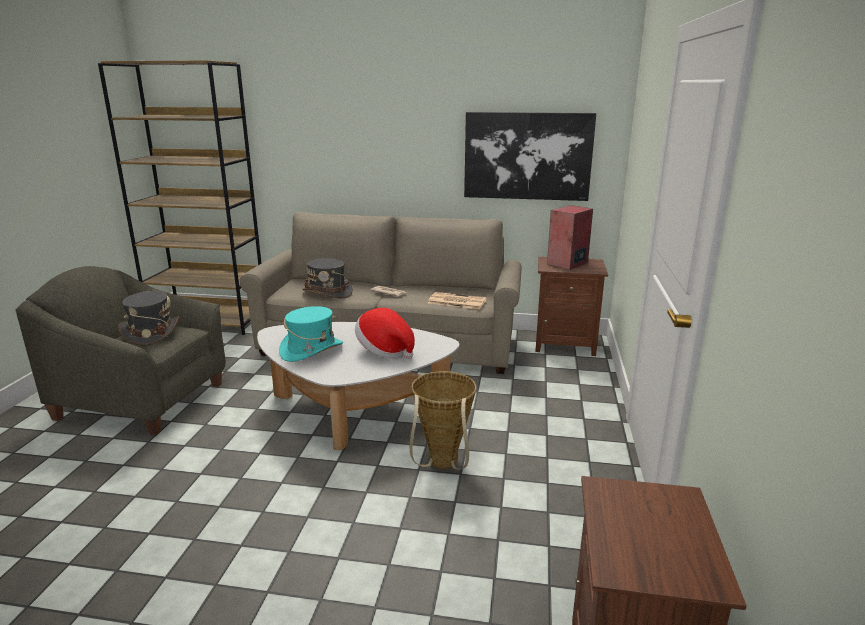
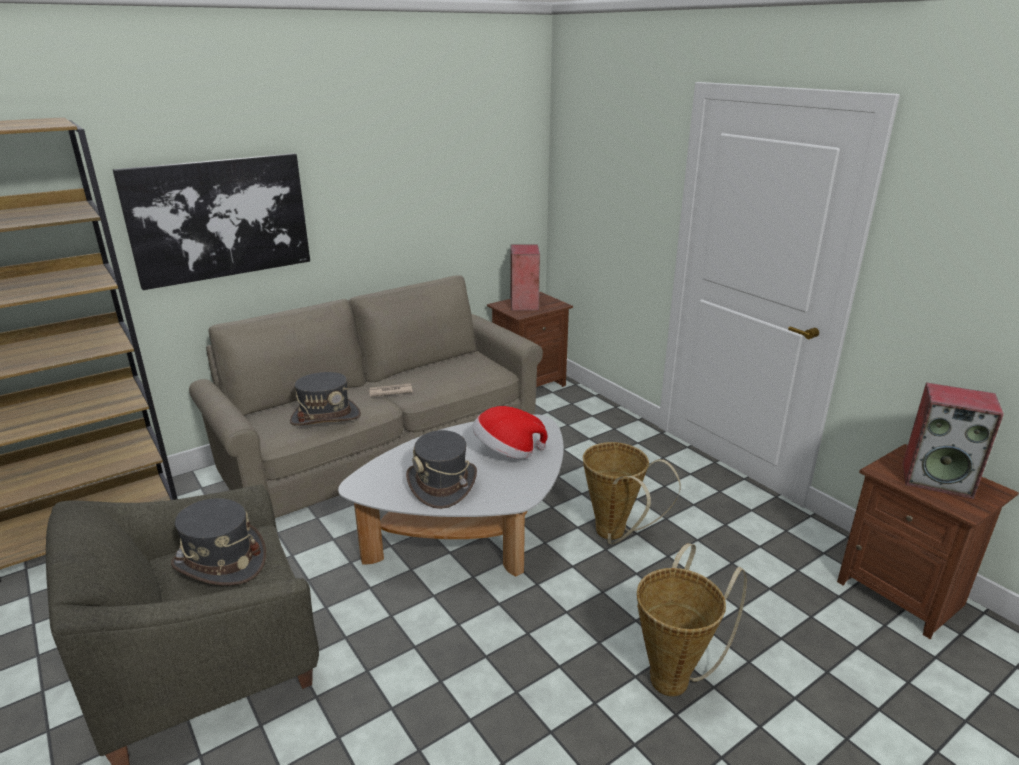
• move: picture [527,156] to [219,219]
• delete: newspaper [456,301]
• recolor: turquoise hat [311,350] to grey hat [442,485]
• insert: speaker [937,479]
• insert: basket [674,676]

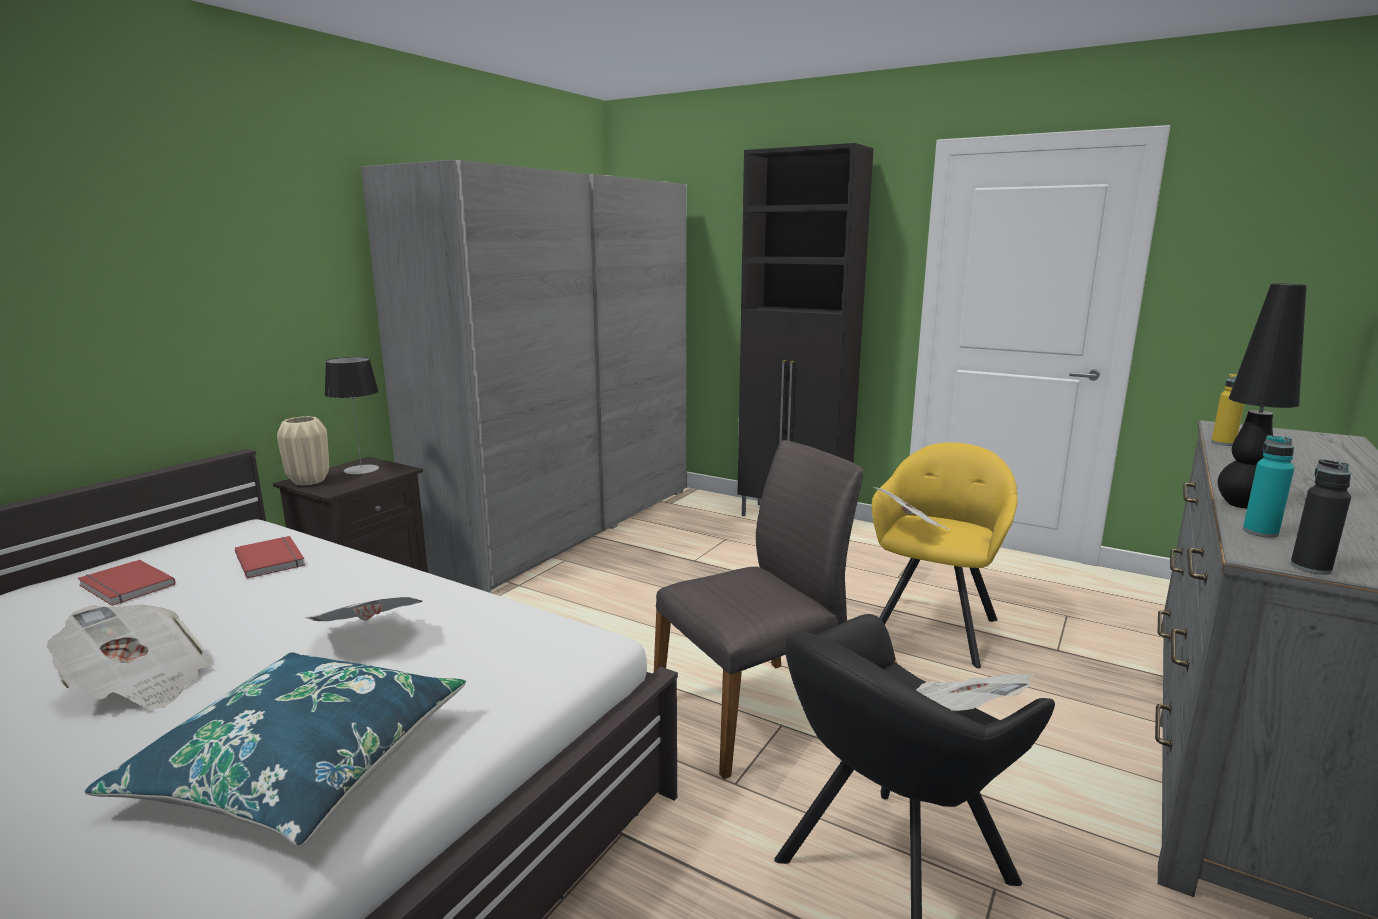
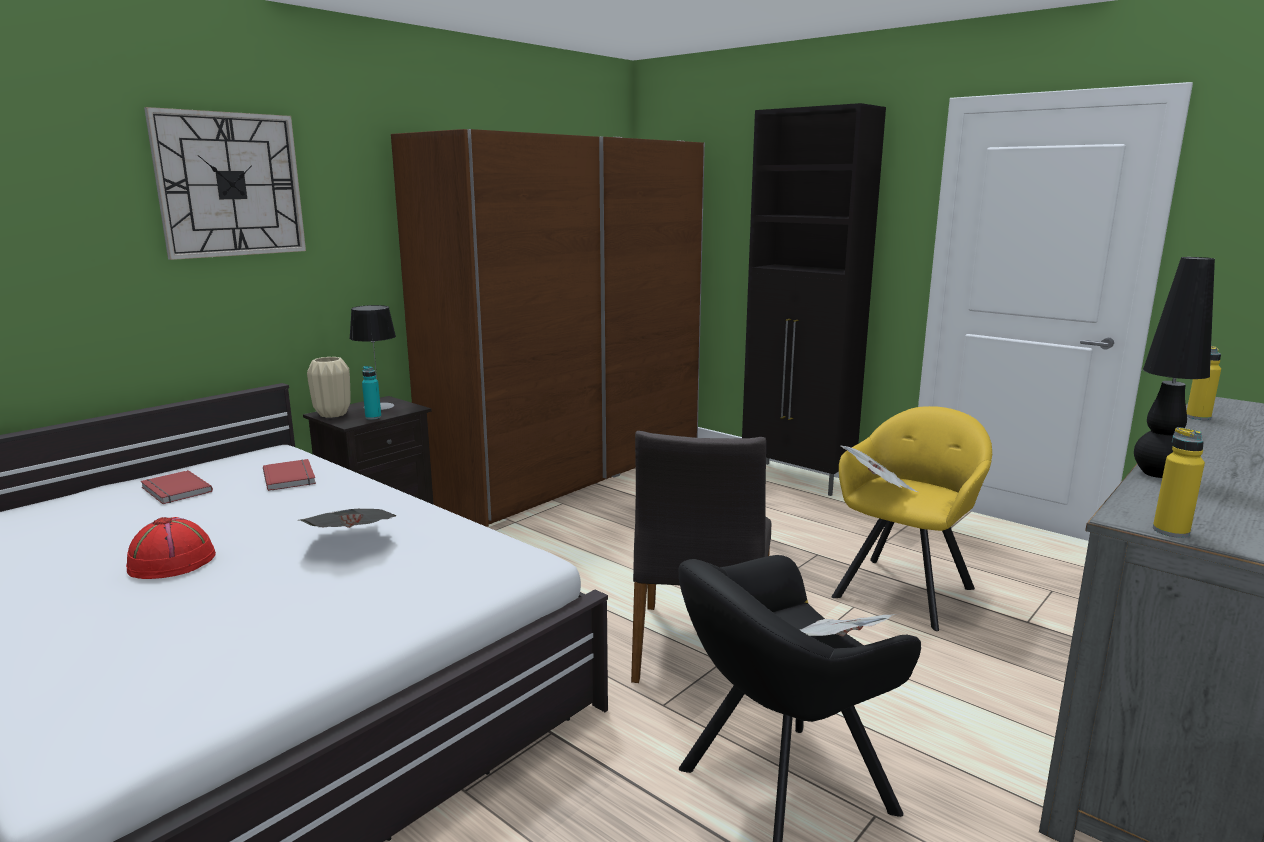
• recolor: grey wardrobe [564,524] to brown wardrobe [570,471]
• move: turquoise bottle [1260,532] to [373,417]
• rotate: grey chair [754,711] = [700,648] 120 degrees clockwise
• recolor: black bottle [1310,568] to yellow bottle [1170,531]
• replace: newspaper [139,684] to red hat [173,562]
• delete: blue pillow [300,764]
• insert: wall clock [230,185]

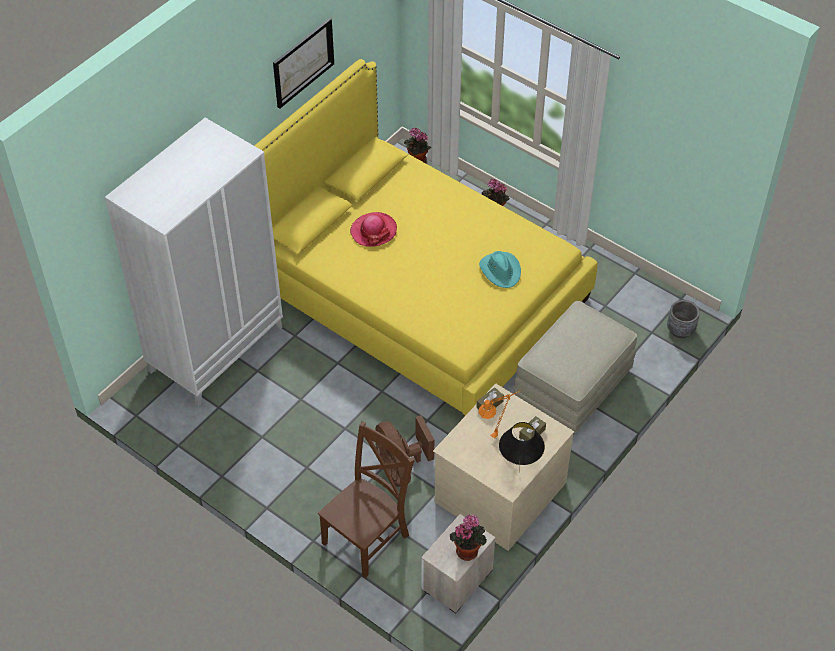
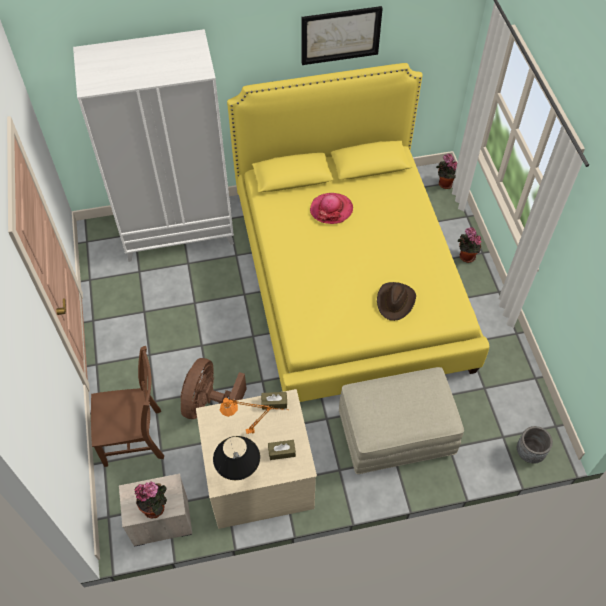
• recolor: turquoise hat [500,270] to brown hat [395,301]

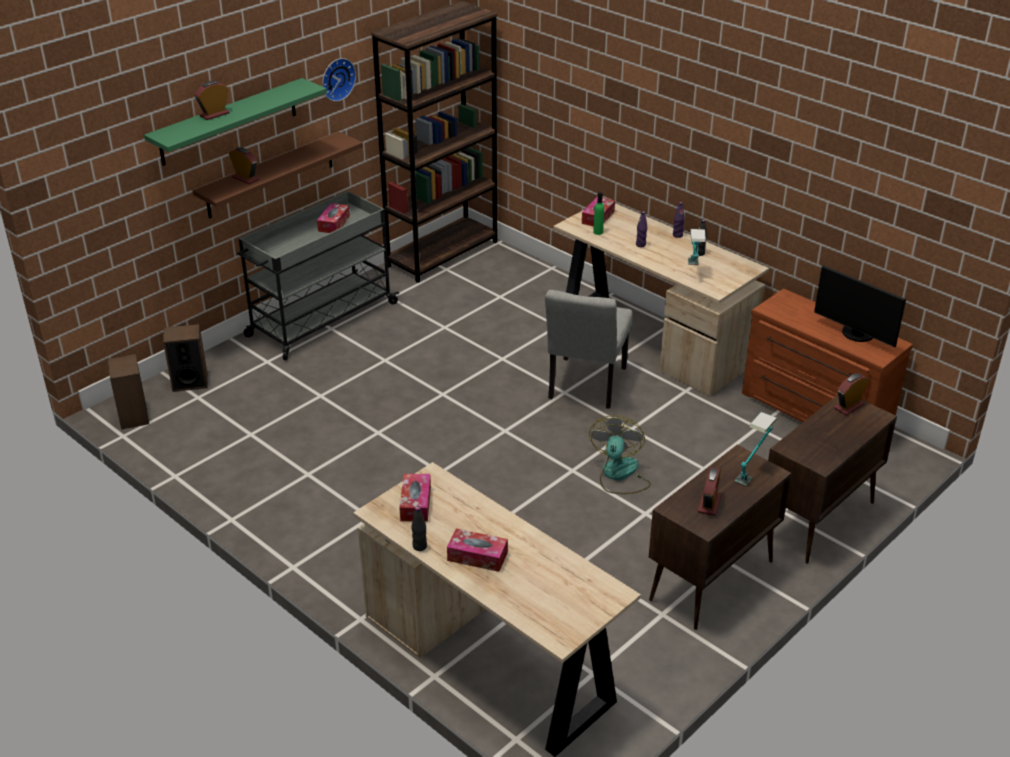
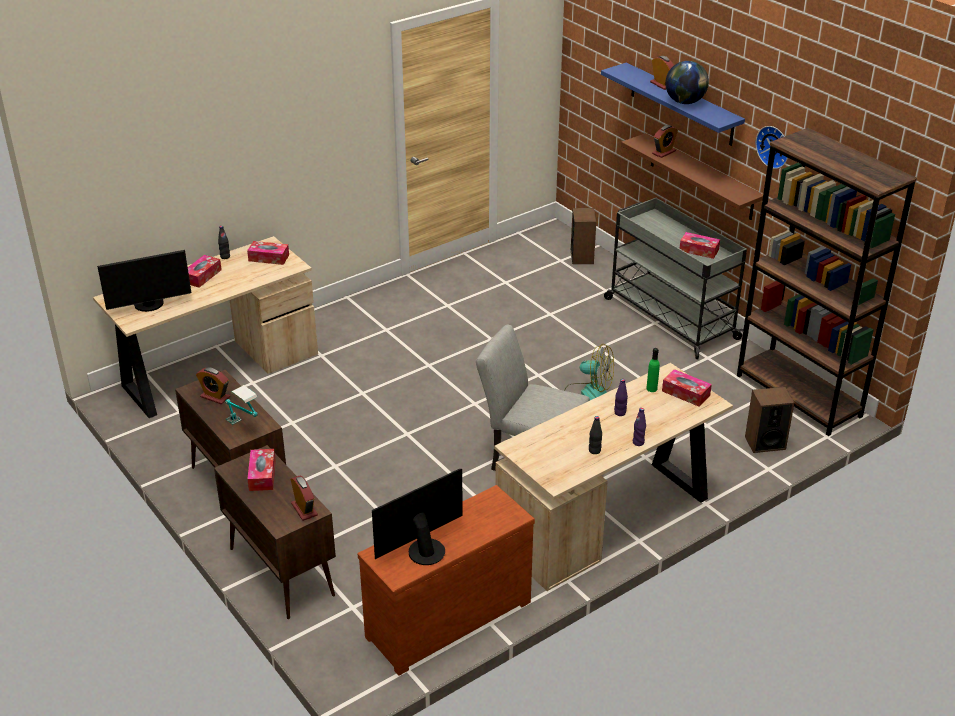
• recolor: green shelf [228,122] to blue shelf [681,104]
• delete: table lamp [693,270]
• move: speaker [133,416] to [765,443]
• move: fan [619,475] to [588,394]
• insert: globe [685,102]
• insert: monitor [149,305]
• insert: tissue box [262,475]

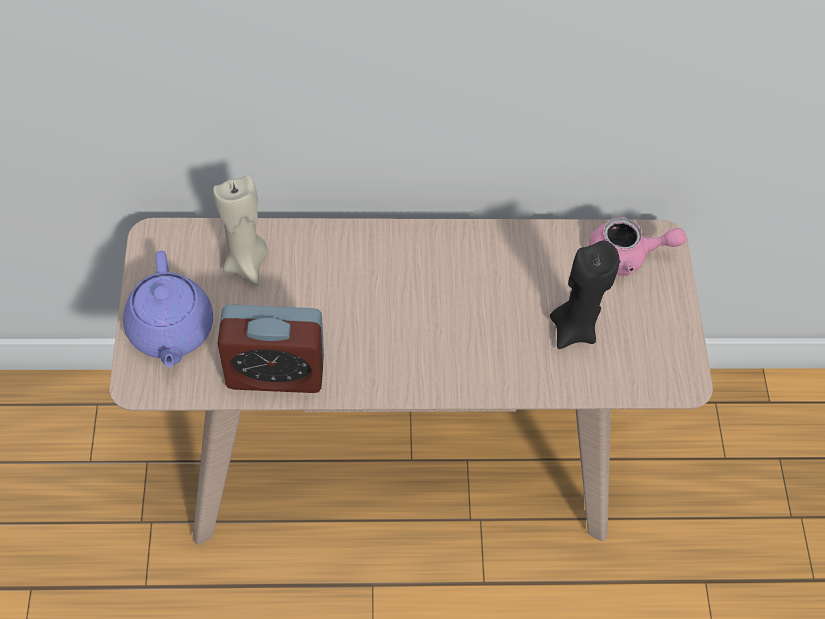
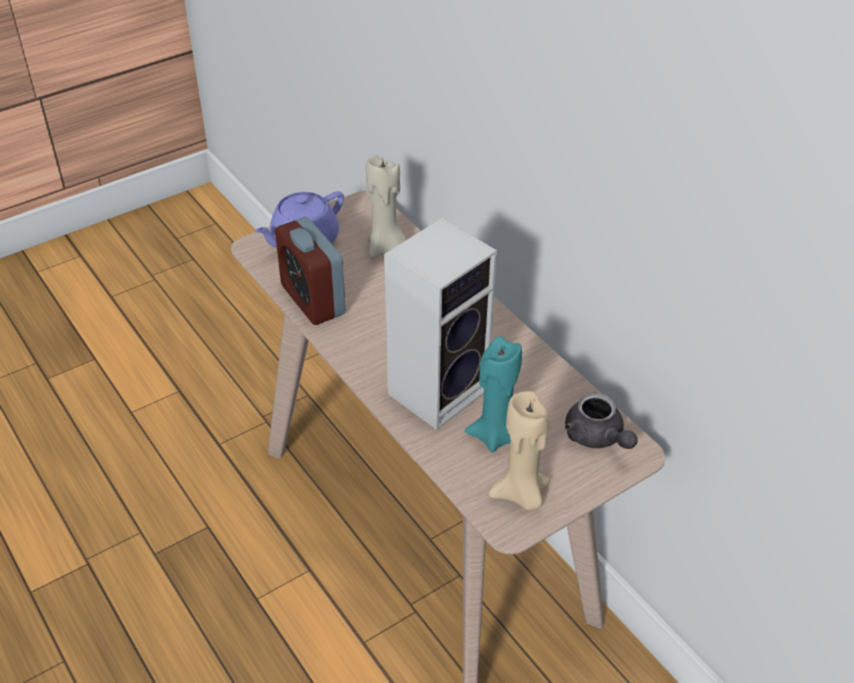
• recolor: pink teapot [626,256] to grey teapot [597,438]
• recolor: black candle [574,328] to turquoise candle [495,435]
• insert: speaker [439,389]
• insert: beige candle [521,495]

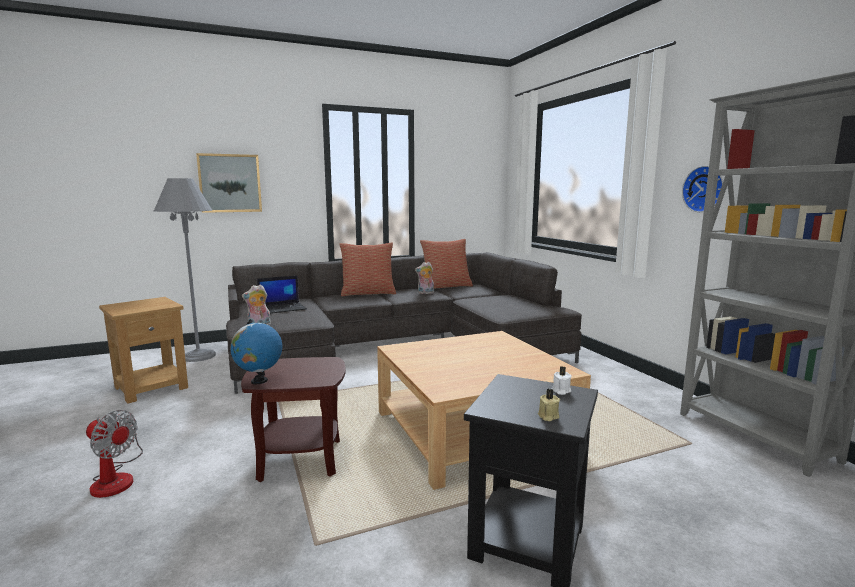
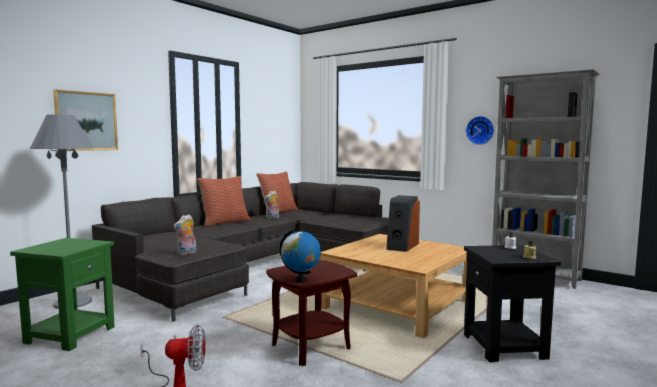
• delete: laptop [283,308]
• recolor: brown side table [152,387] to green side table [71,334]
• insert: speaker [402,246]

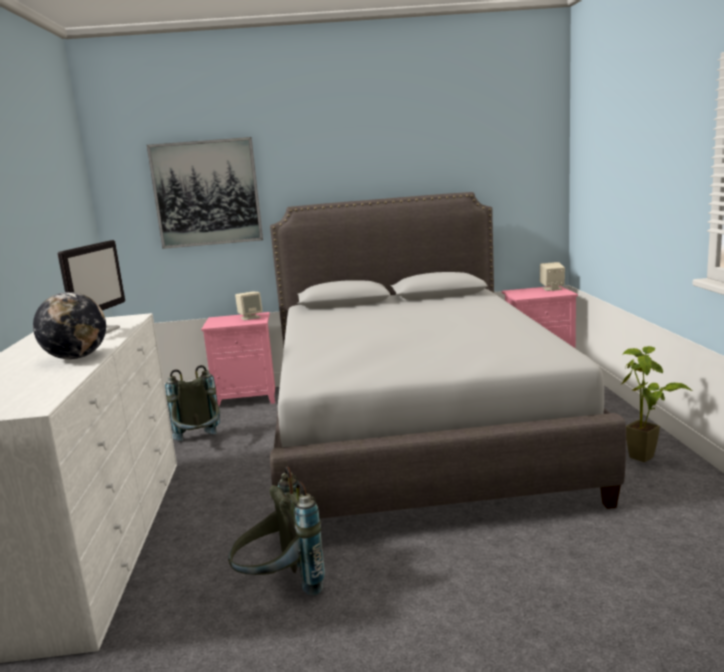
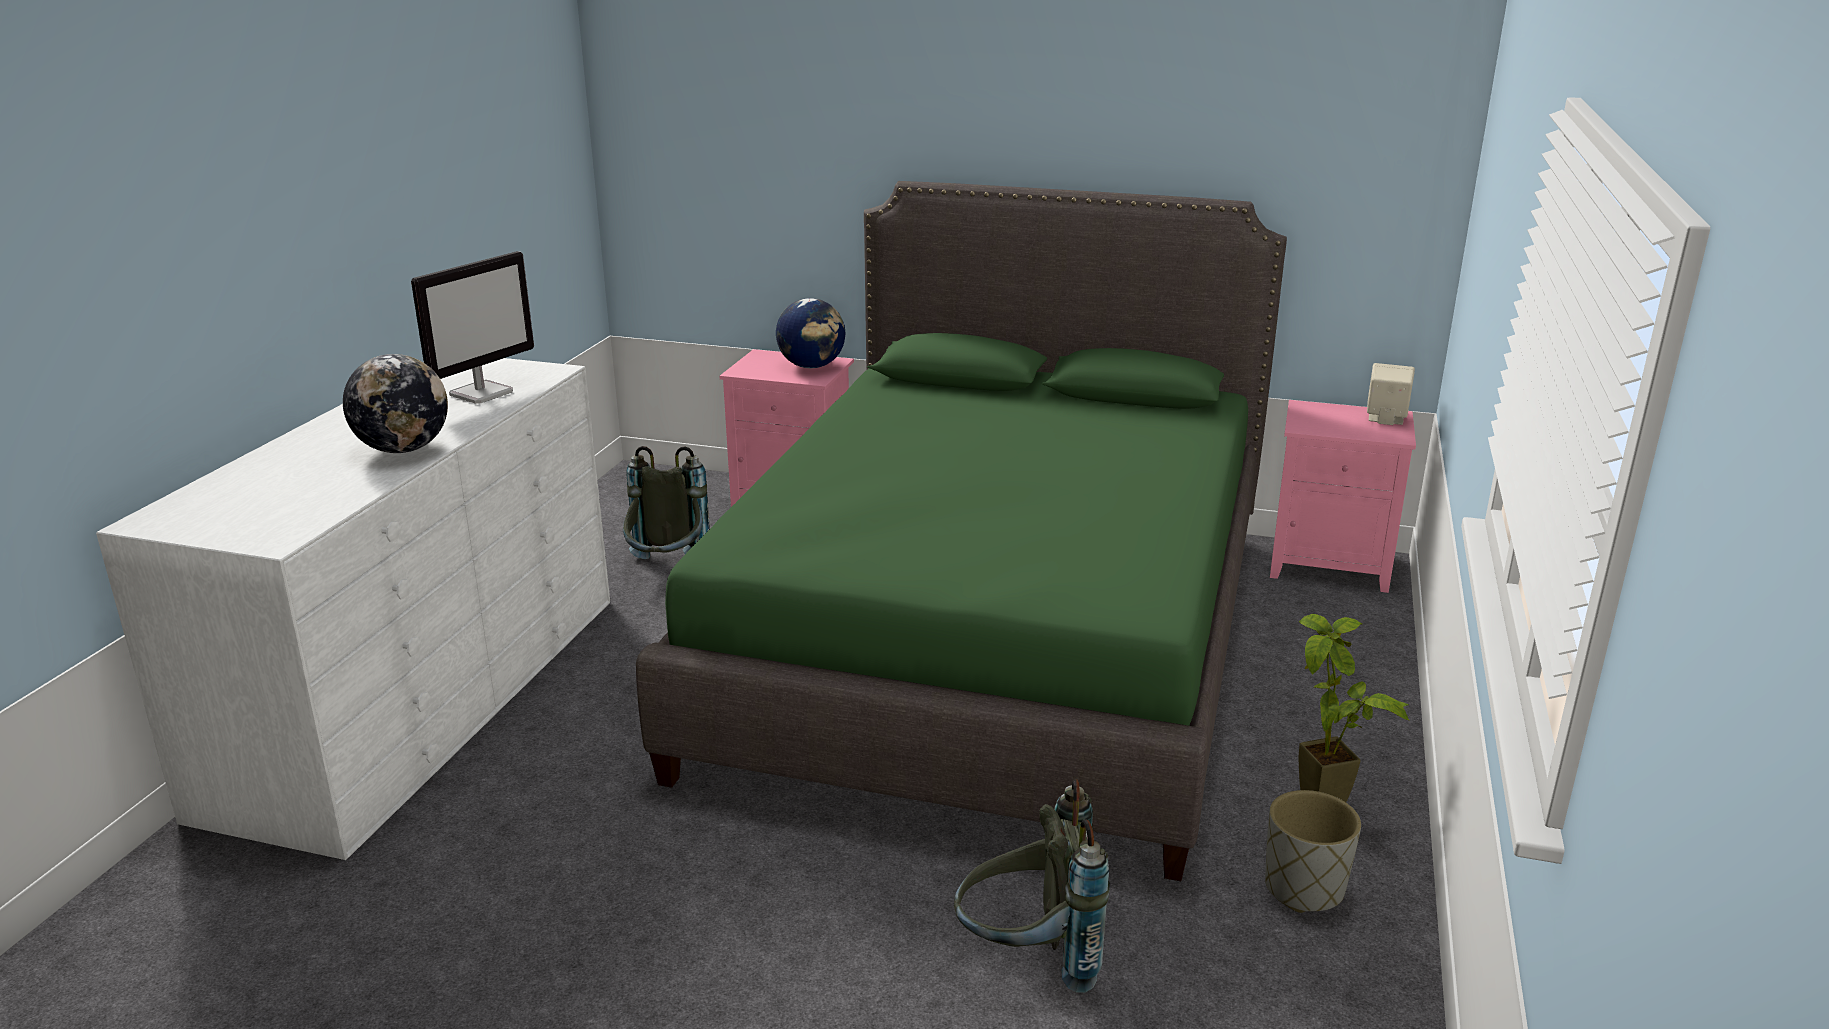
• delete: picture [206,193]
• recolor: grey bed [415,432] to green bed [996,642]
• replace: beige speaker [250,317] to globe [812,366]
• move: grey backpack [280,587] to [1029,959]
• insert: grey planter [1304,888]

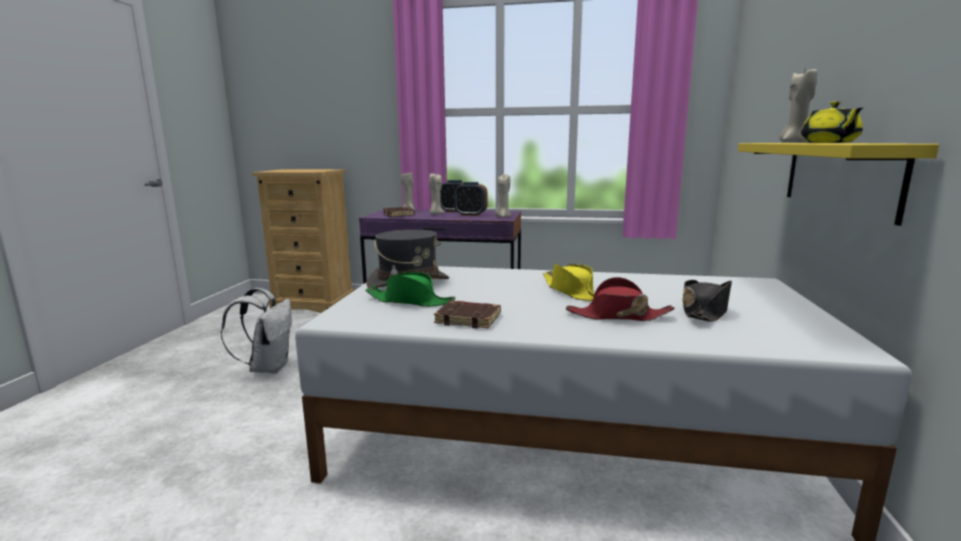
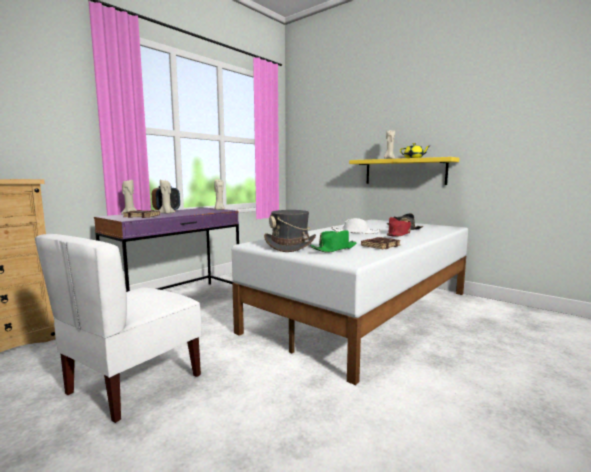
• delete: alarm clock [470,215]
• recolor: yellow hat [571,291] to white hat [355,233]
• replace: white backpack [268,367] to white chair [133,384]

